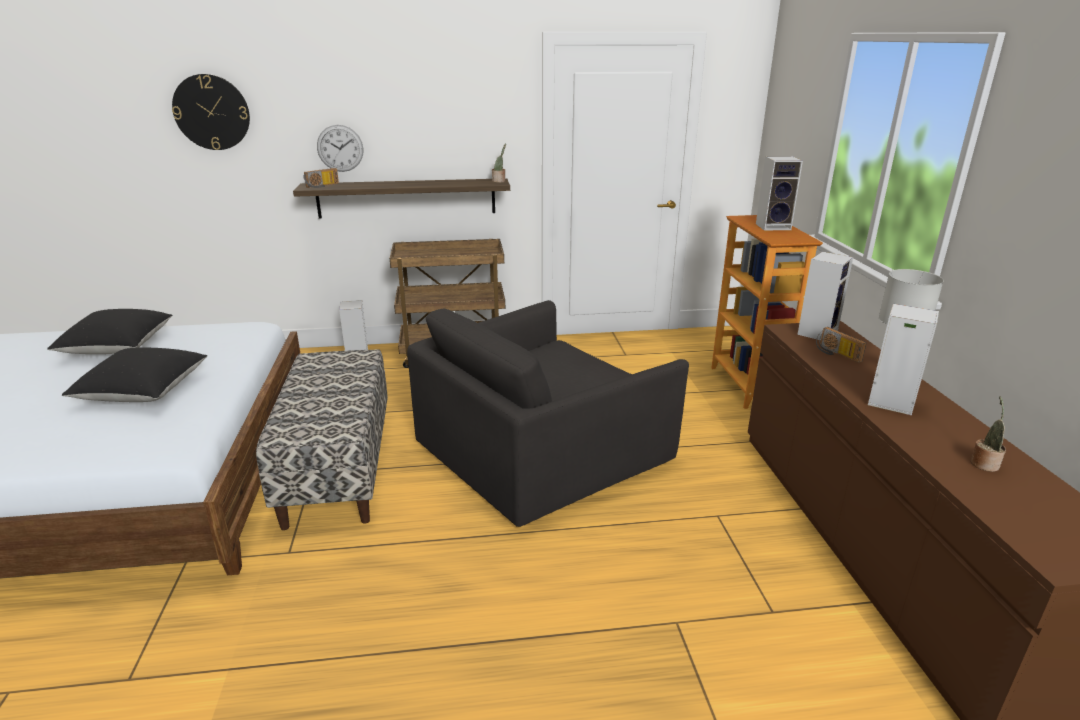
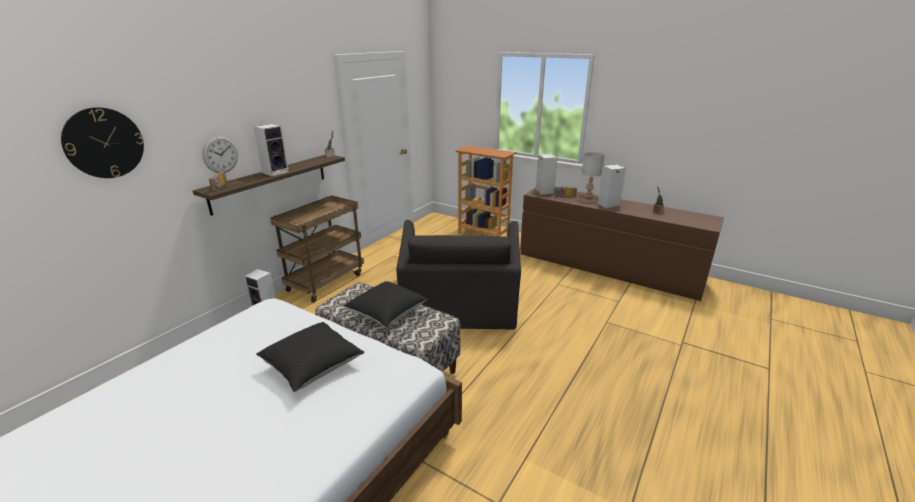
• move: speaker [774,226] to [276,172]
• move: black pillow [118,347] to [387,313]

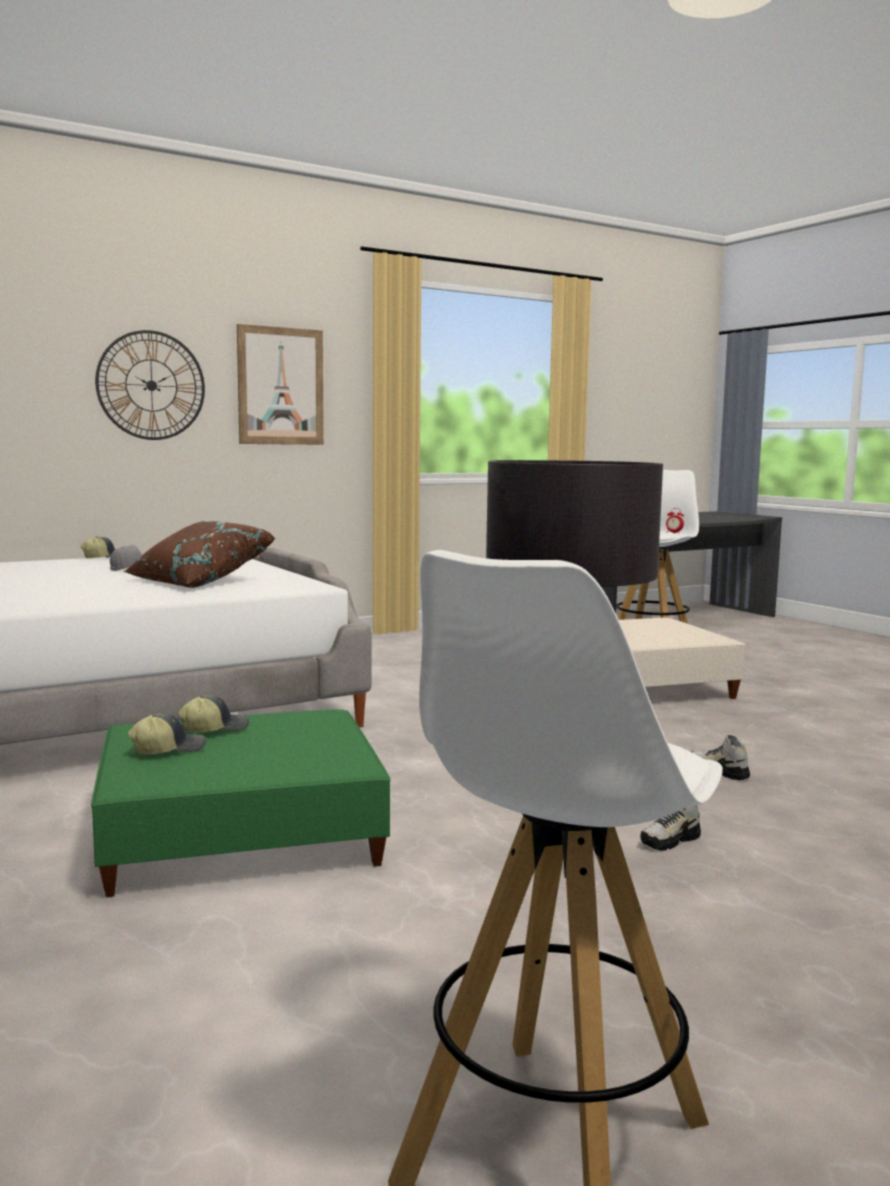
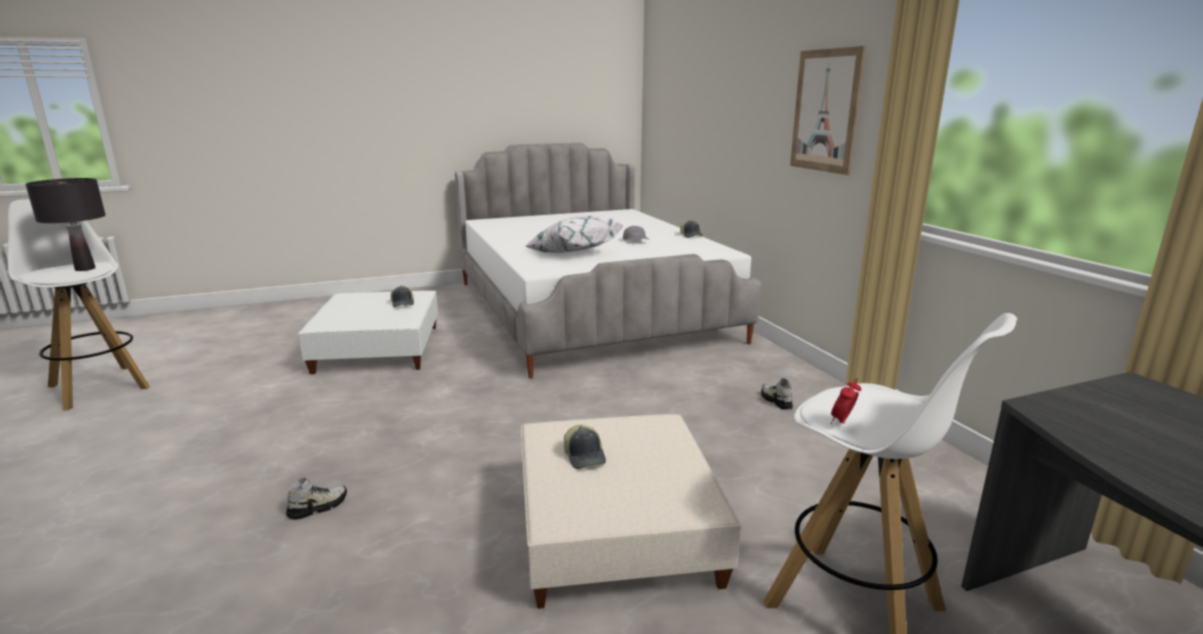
• delete: wall clock [151,385]
• recolor: brown pillow [198,581] to white pillow [573,252]
• recolor: green ottoman [239,834] to white ottoman [378,348]
• move: cap [168,749] to [585,456]
• move: shoe [670,841] to [776,401]

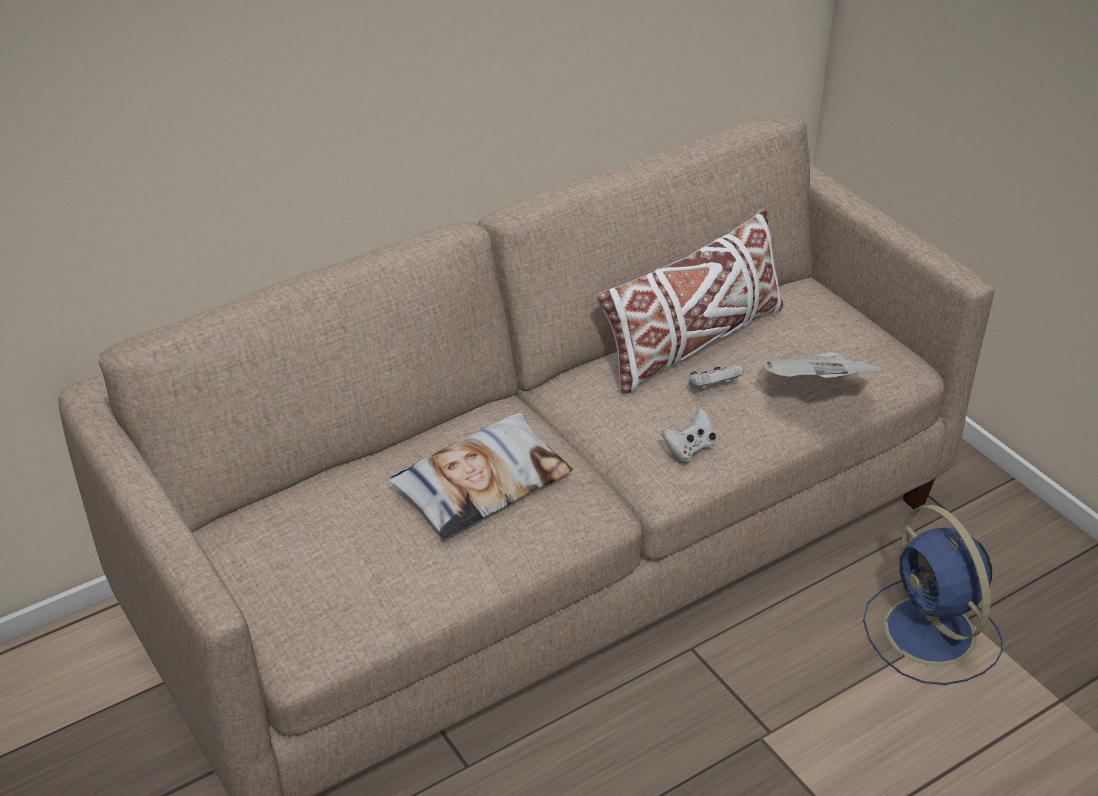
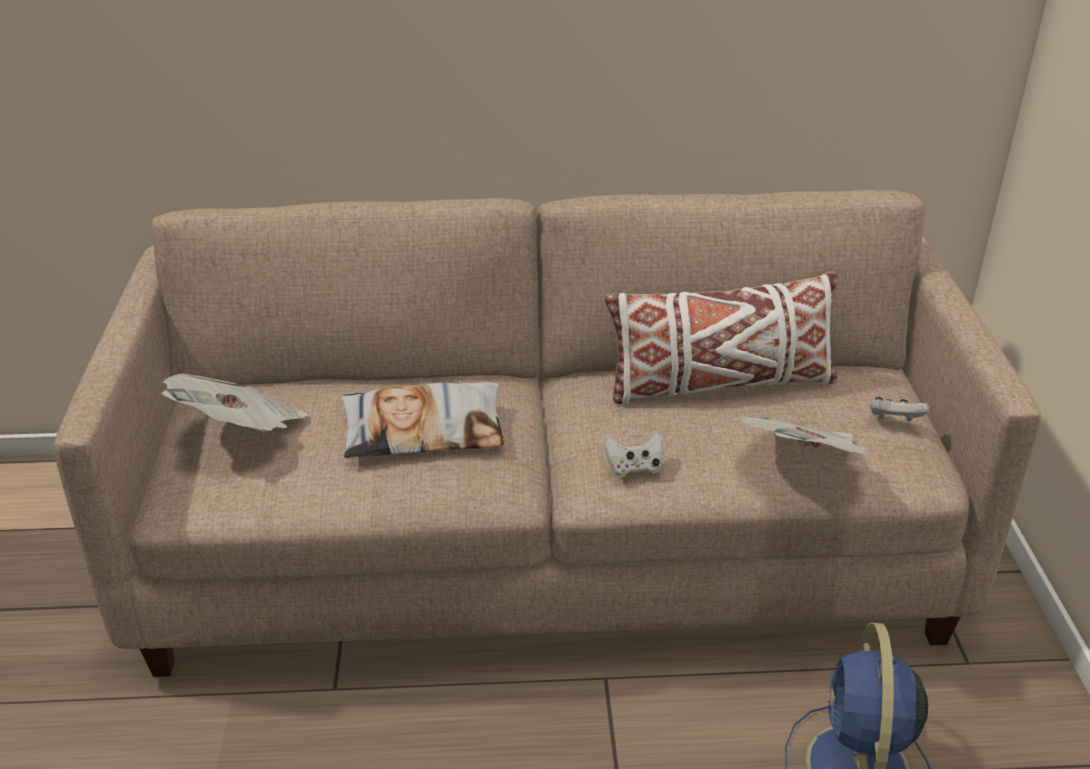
• move: white game controller [712,389] to [894,421]
• insert: newspaper [241,430]

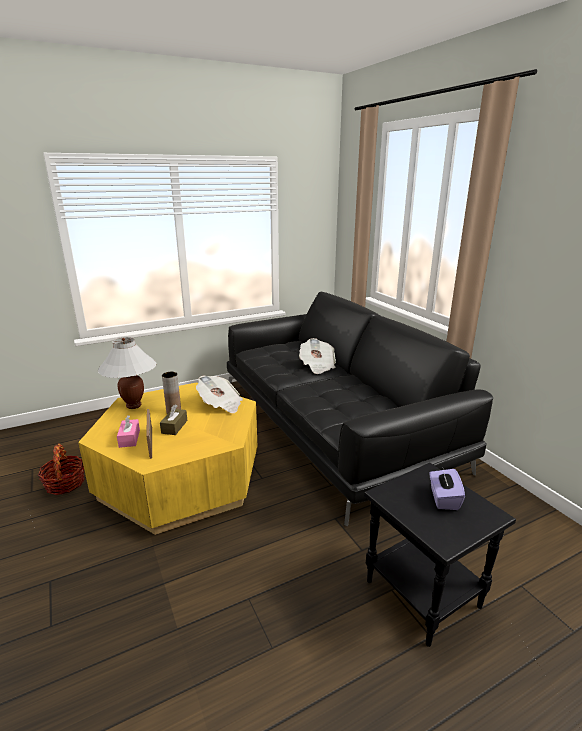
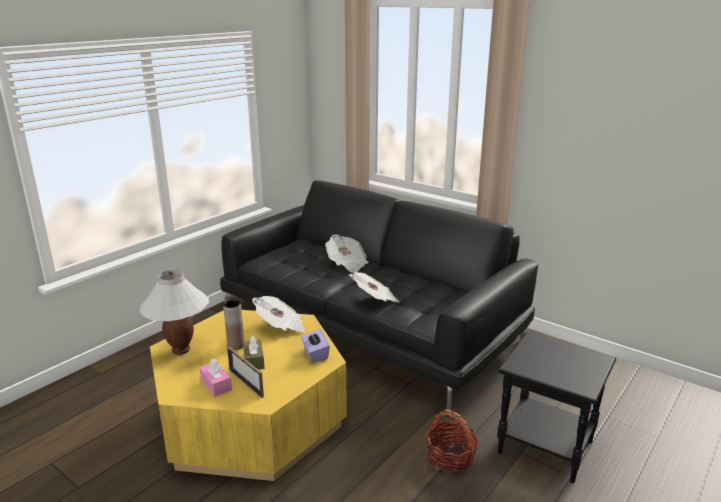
• move: basket [65,483] to [451,457]
• move: purple tissue box [443,498] to [315,354]
• insert: newspaper [374,299]

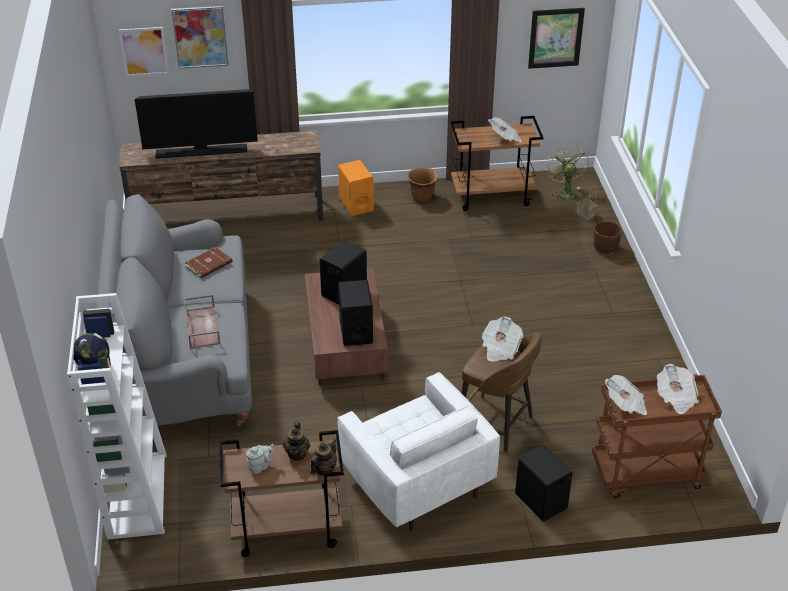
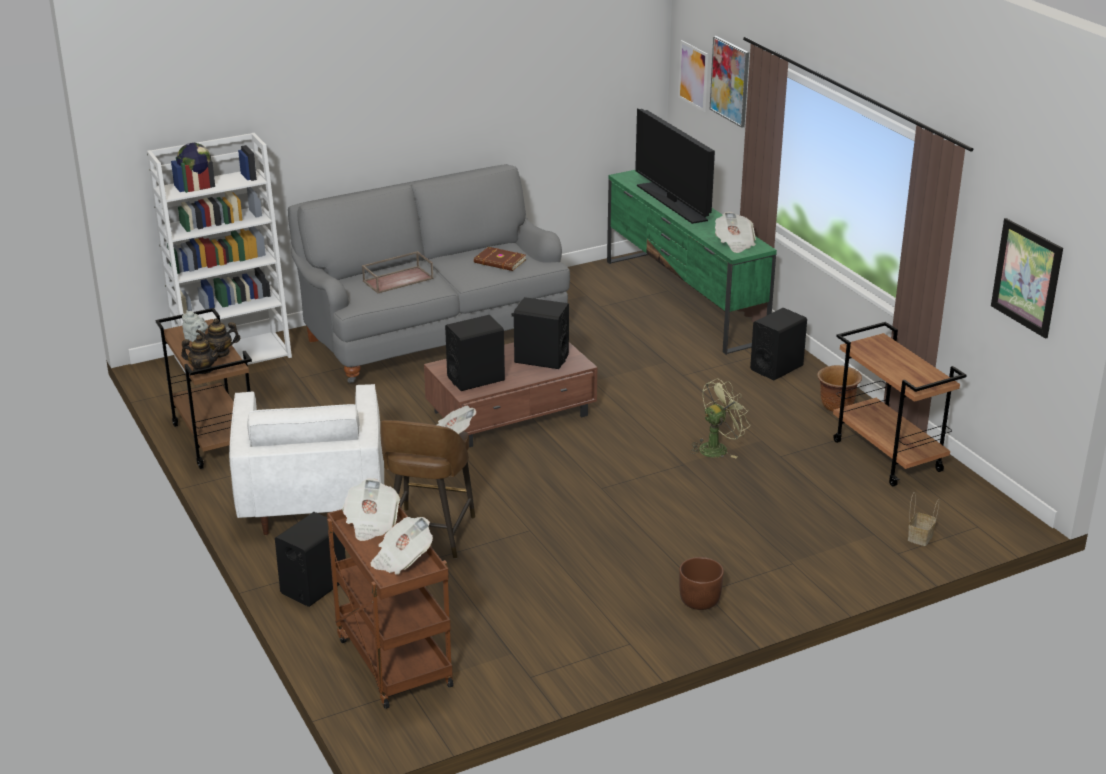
• move: newspaper [504,138] to [734,243]
• recolor: brown tv stand [228,216] to green tv stand [684,301]
• move: green fan [564,191] to [717,448]
• recolor: orange speaker [356,204] to black speaker [776,367]
• move: brown planter [605,248] to [699,601]
• rotate: white armchair [416,482] = [311,499] 45 degrees counterclockwise

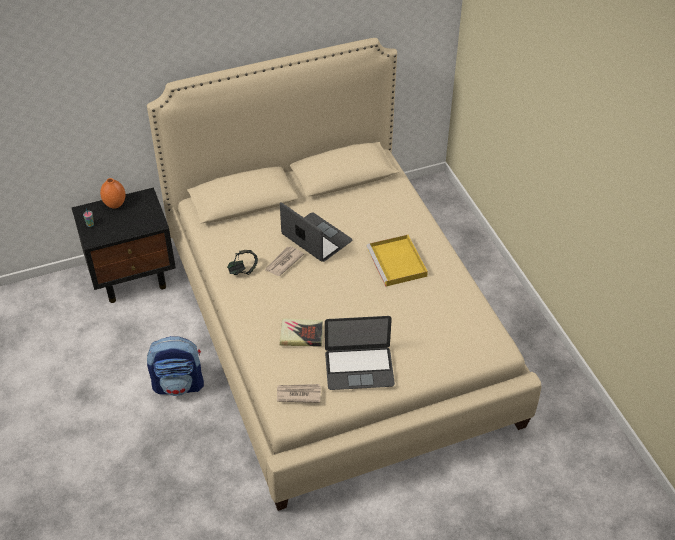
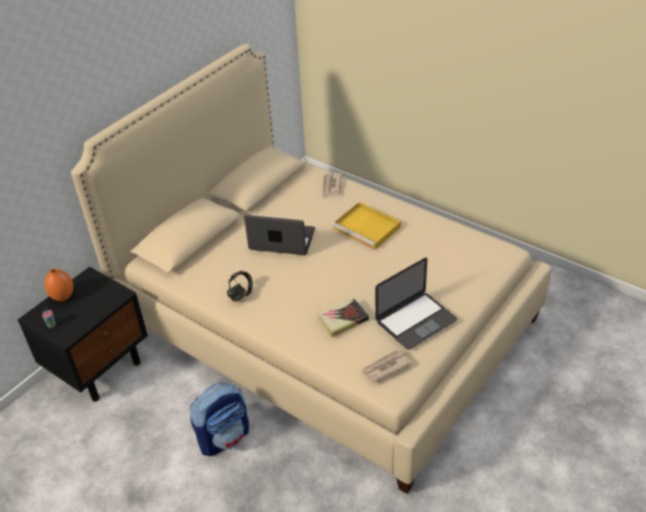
• move: newspaper [283,262] to [331,186]

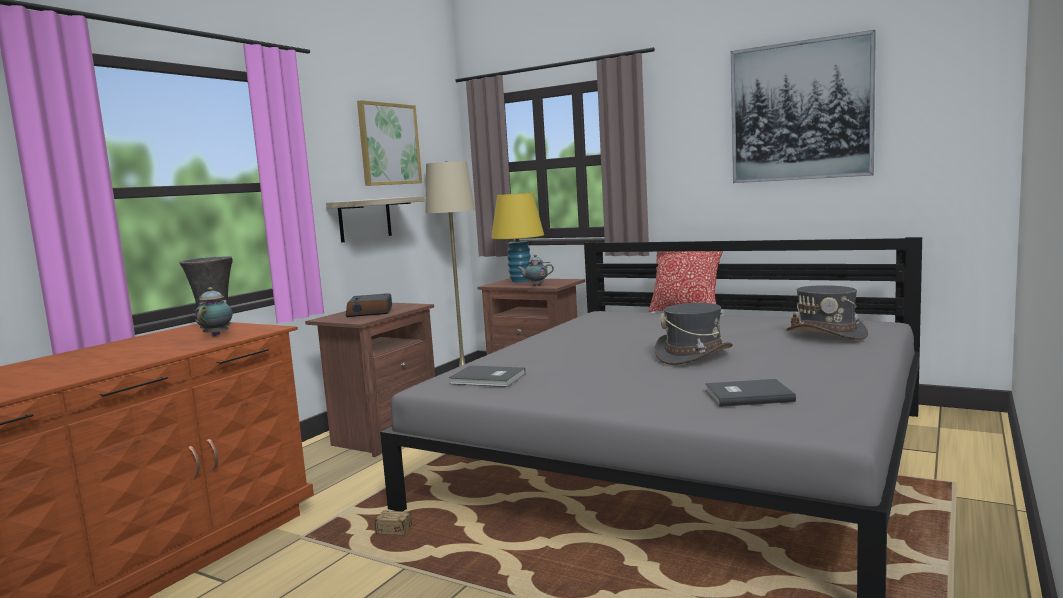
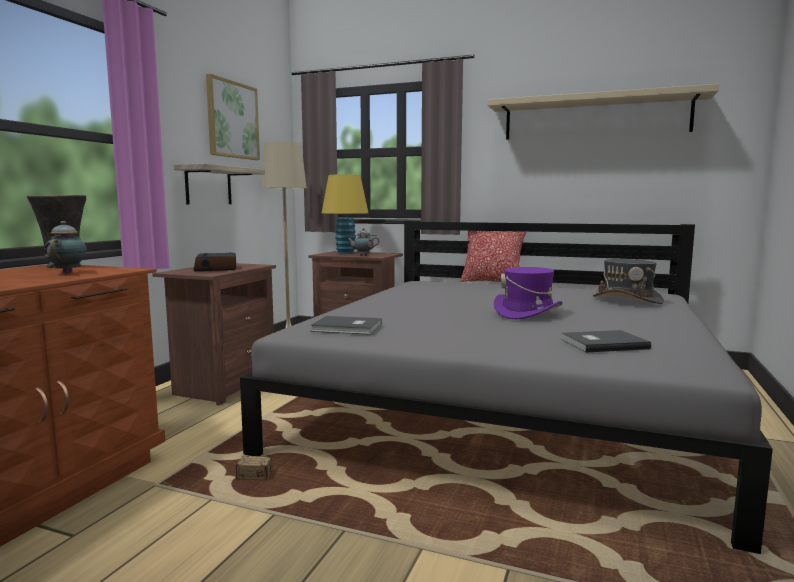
• replace: picture [800,111] to beige shelf [595,117]
• recolor: grey hat [693,355] to purple hat [527,313]

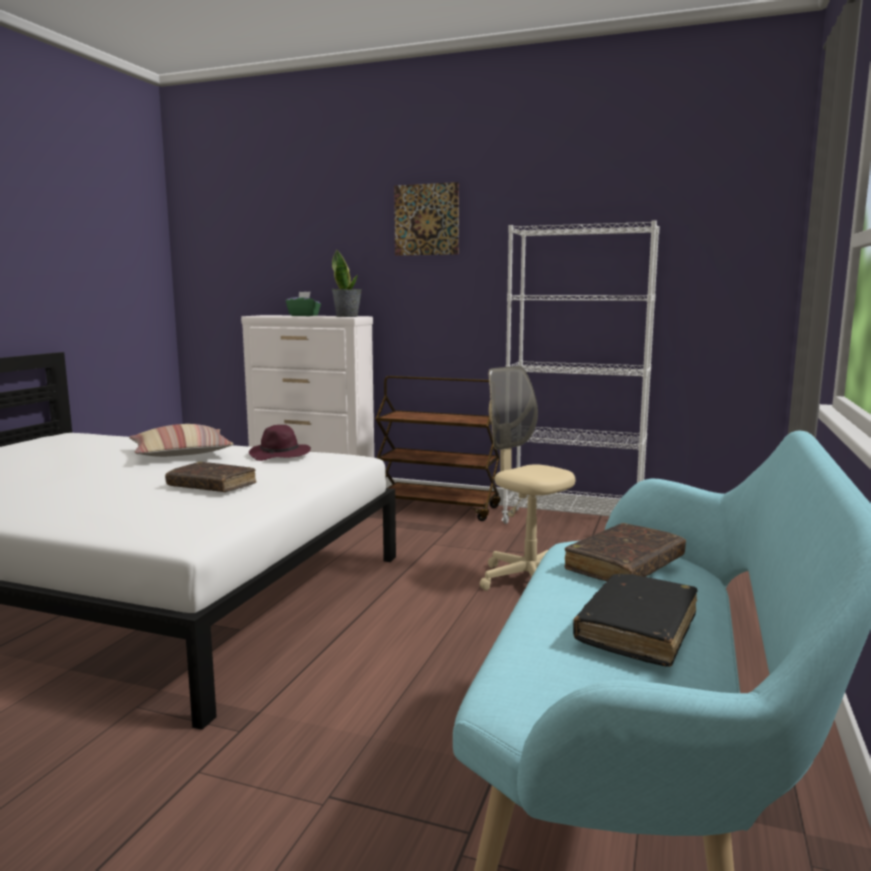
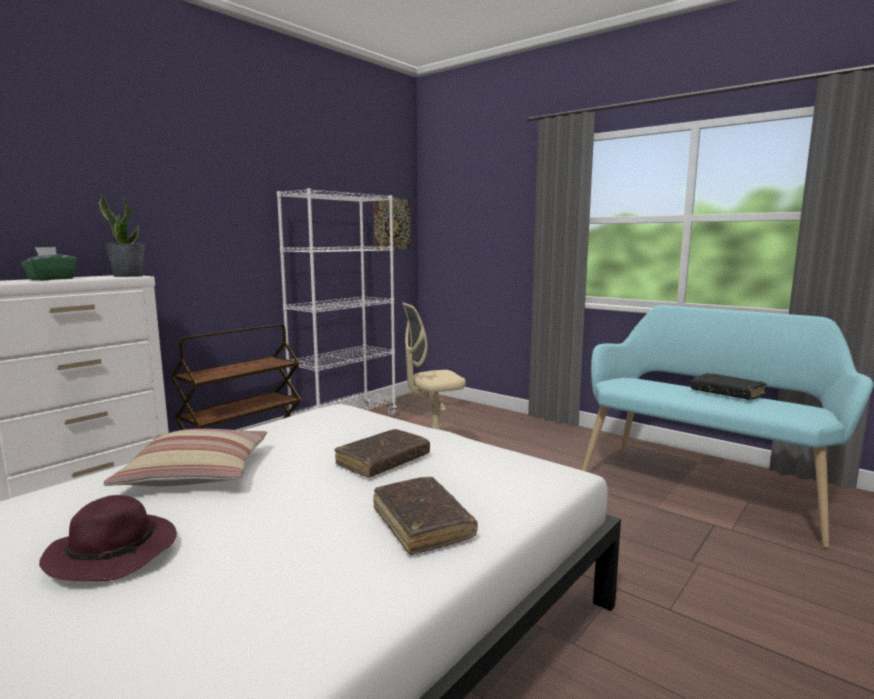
• move: picture [426,219] to [392,223]
• move: purple hat [280,455] to [115,553]
• move: brown book [624,566] to [422,524]

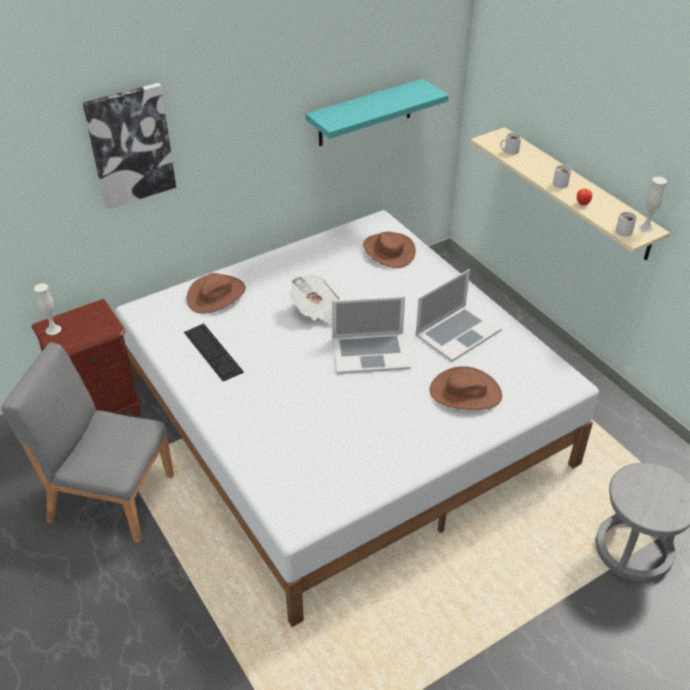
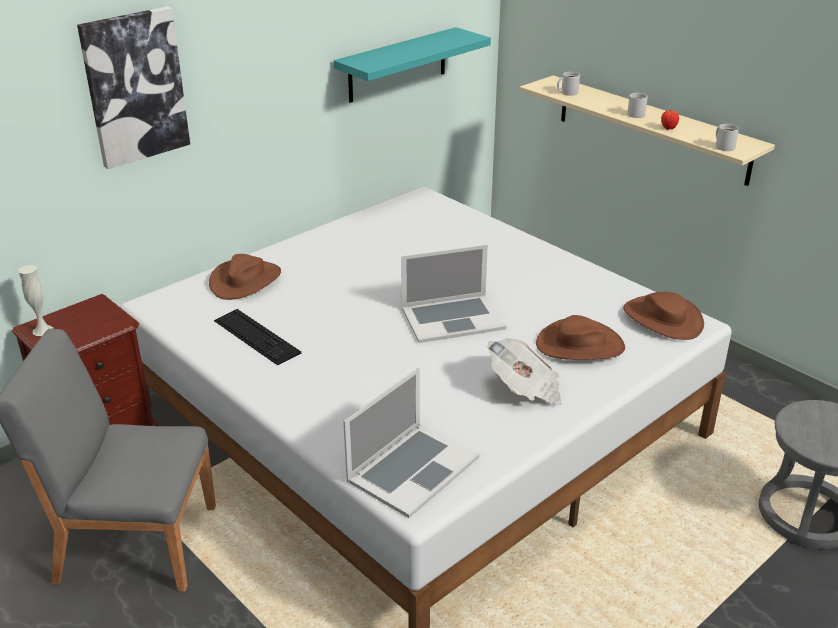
• delete: white vase [646,228]
• move: brown hat [389,251] to [662,319]
• move: laptop [457,332] to [412,468]
• move: newspaper [317,311] to [525,389]

